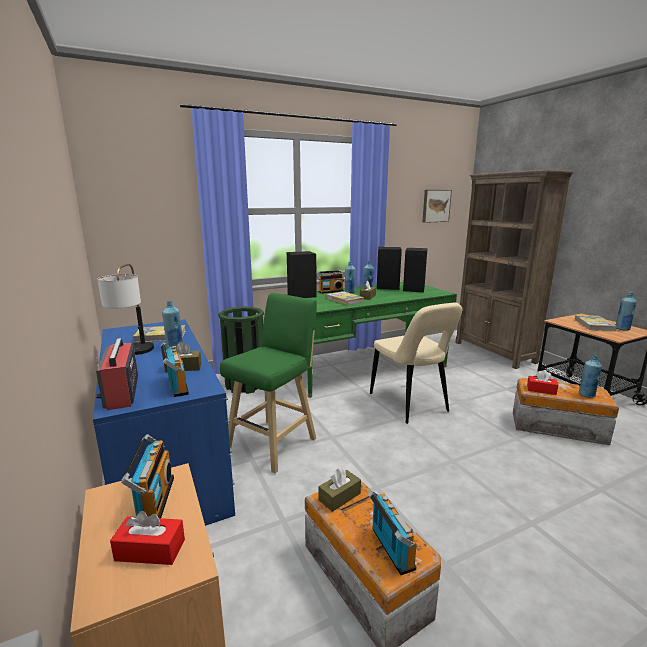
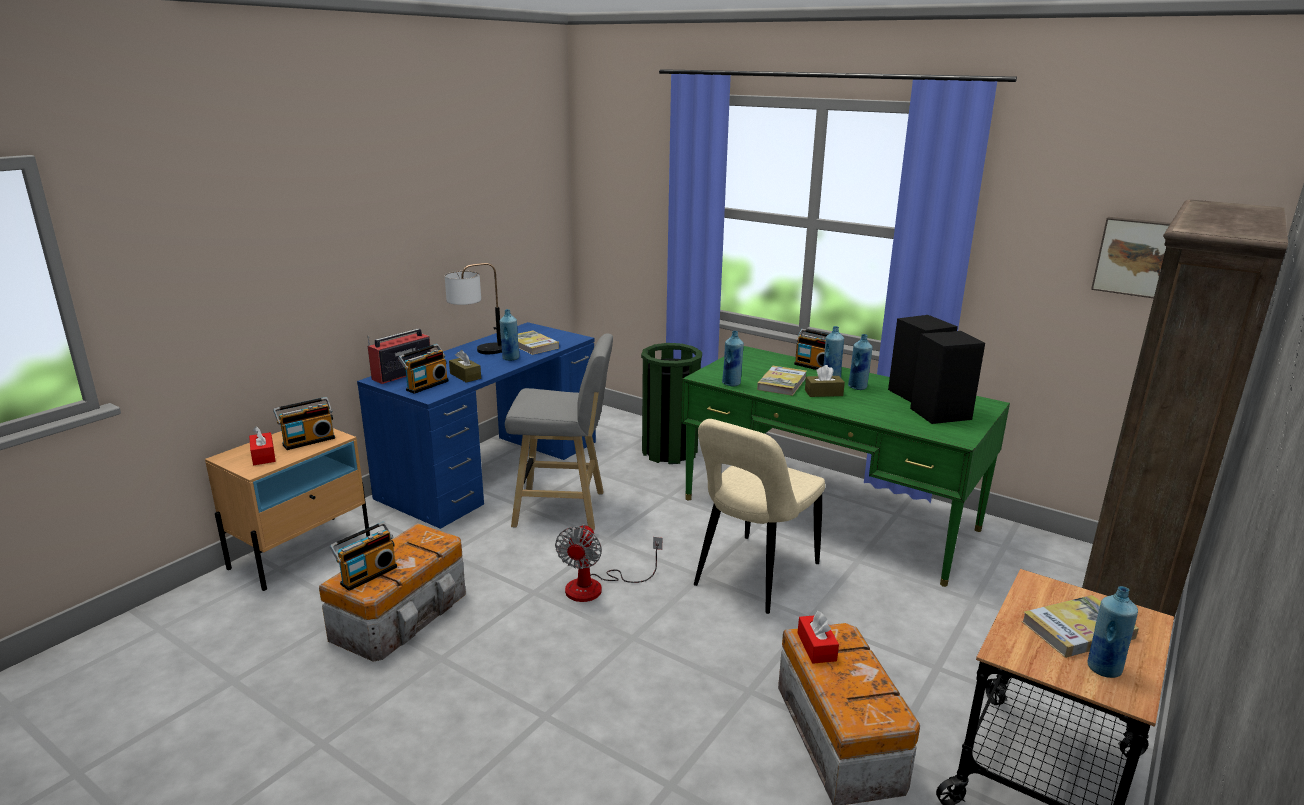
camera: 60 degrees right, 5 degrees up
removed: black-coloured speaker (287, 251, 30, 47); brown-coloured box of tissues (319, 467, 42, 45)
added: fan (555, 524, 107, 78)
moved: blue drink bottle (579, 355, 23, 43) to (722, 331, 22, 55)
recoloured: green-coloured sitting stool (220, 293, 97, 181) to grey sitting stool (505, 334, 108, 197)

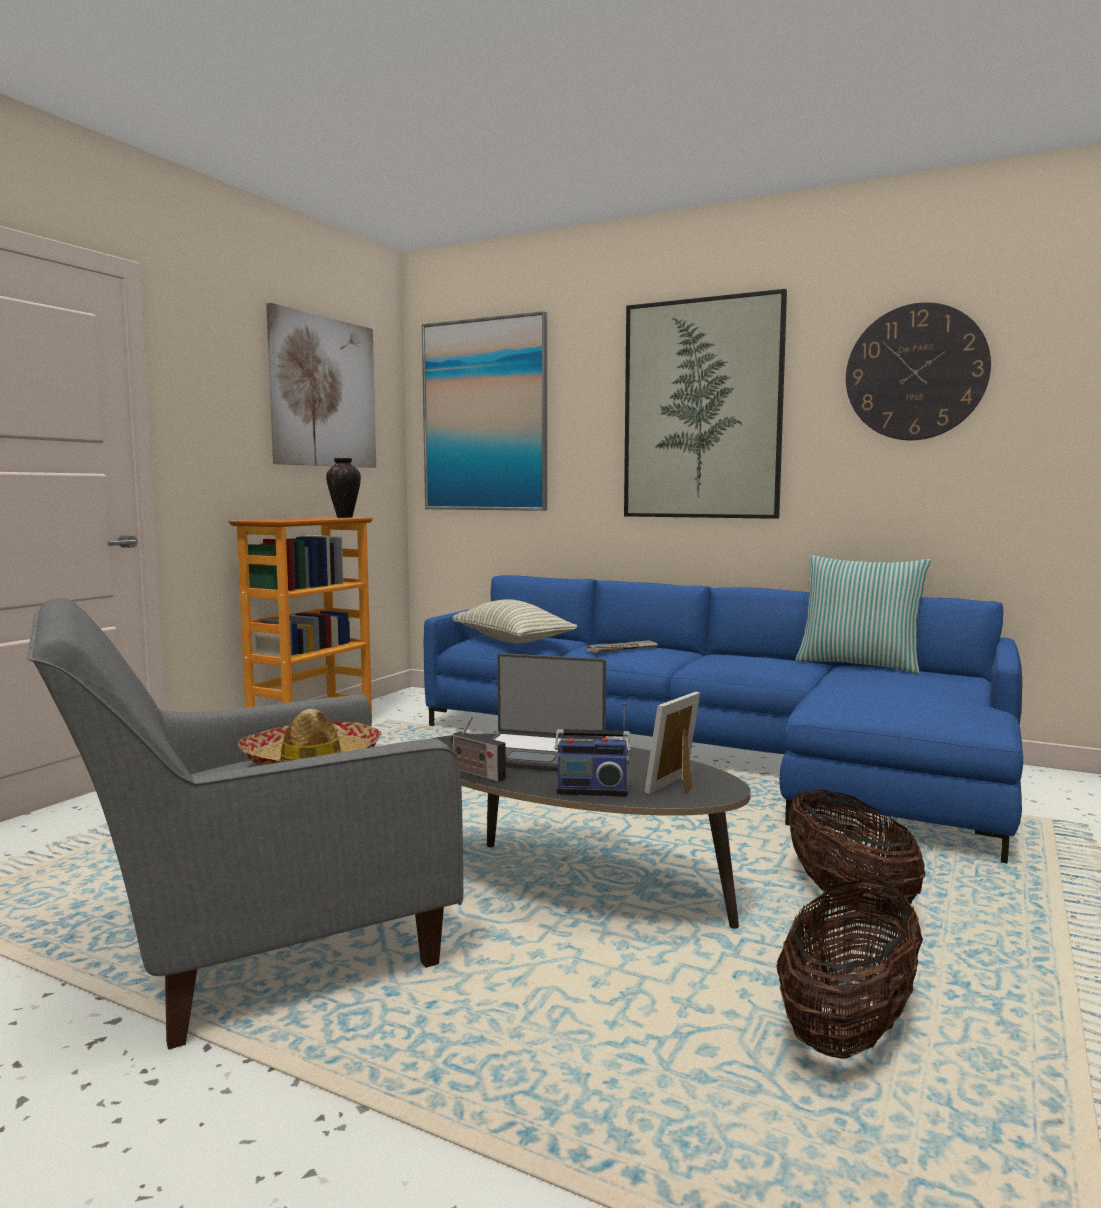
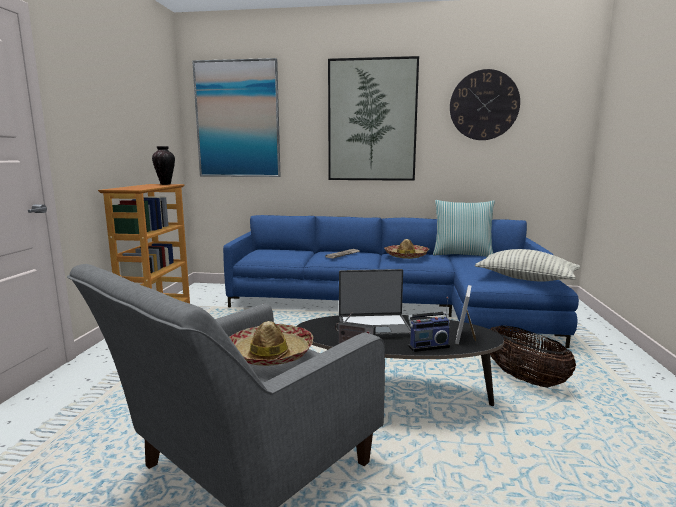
camera: 20 degrees left, 5 degrees up
removed: wall art (266, 303, 110, 165); basket (776, 879, 147, 180)
added: hat (384, 239, 45, 20)
moved: cushion (452, 599, 126, 44) to (475, 249, 105, 33)

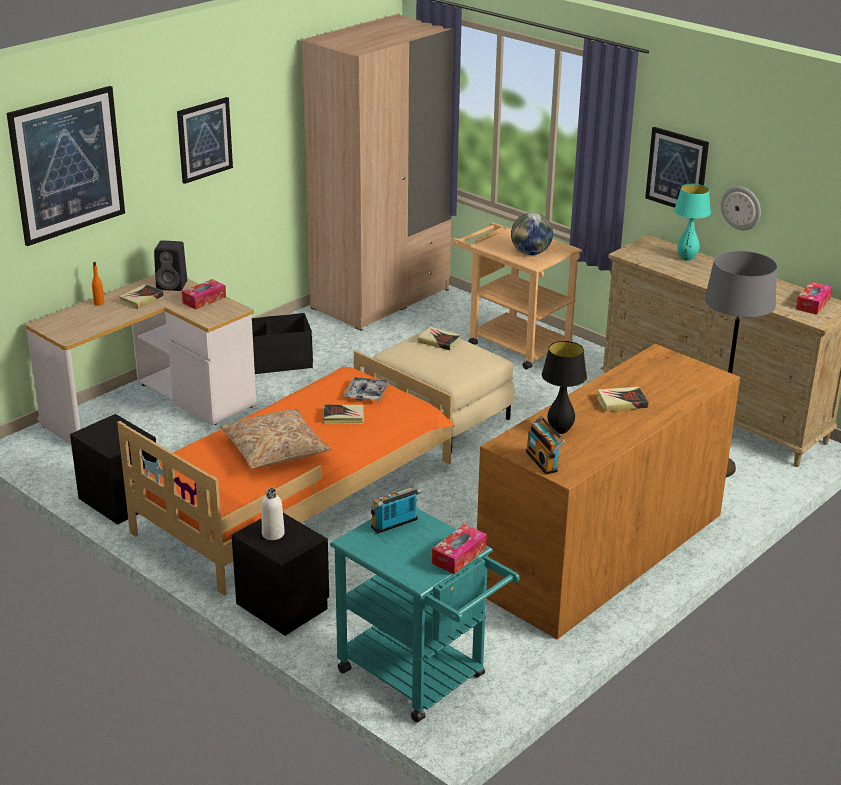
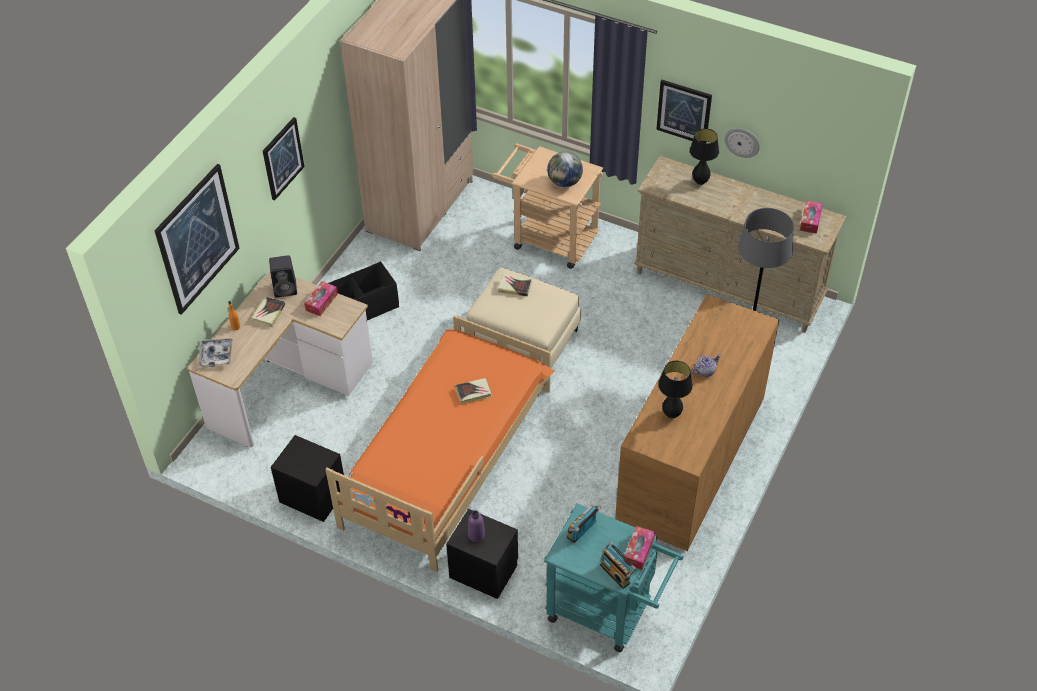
camera: 15 degrees left, 20 degrees up
removed: beige-coloured cushion (220, 409, 112, 60)
moved: tray (343, 377, 47, 24) to (198, 339, 35, 28); radio set (526, 416, 39, 59) to (600, 542, 36, 47)
replaced: bound book (597, 387, 52, 25) to teapot (691, 354, 30, 23)
recoloured: whitish drink bottle (261, 488, 24, 52) to purplish drink bottle (468, 510, 17, 32); blue-green table lamp (674, 184, 37, 77) to black-coloured table lamp (689, 128, 30, 57)

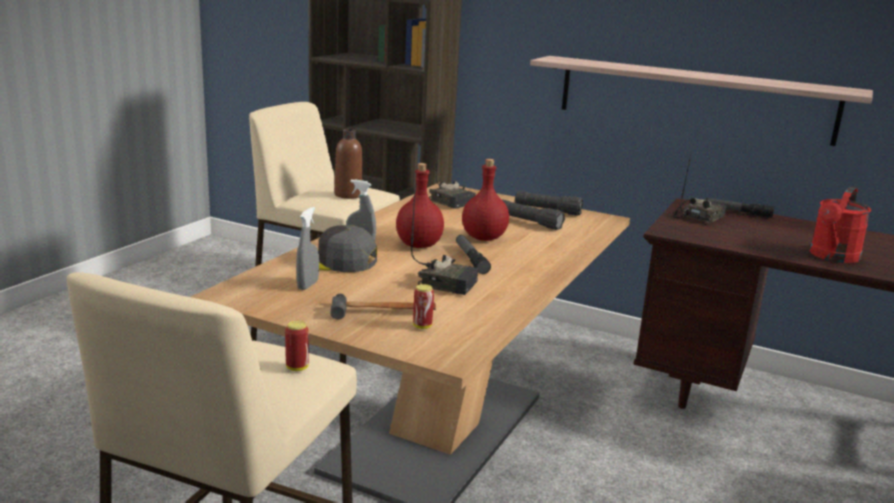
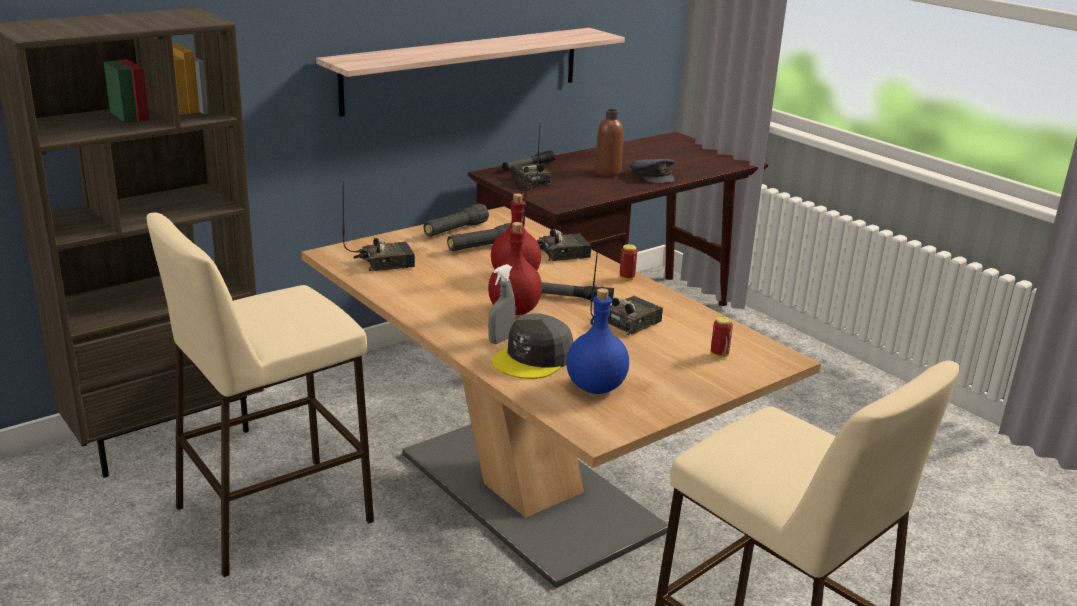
camera: 65 degrees left, 5 degrees up
removed: hammer (330, 294, 106, 25)
added: radio set (523, 175, 68, 86)
moved: sealed can (285, 321, 24, 50) to (620, 244, 17, 37); brown-coloured drink bottle (334, 129, 29, 70) to (594, 109, 29, 68)
replaced: grey hand sprayer (296, 207, 23, 83) to blue drink bottle (566, 288, 63, 106); reddish watering pot (810, 187, 61, 76) to grey peaked cap (629, 159, 46, 24)

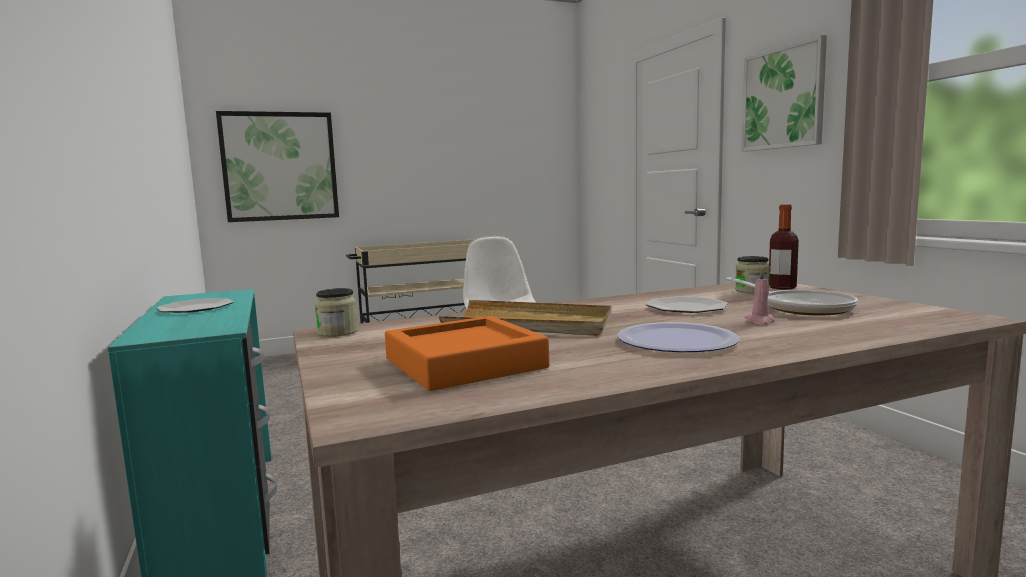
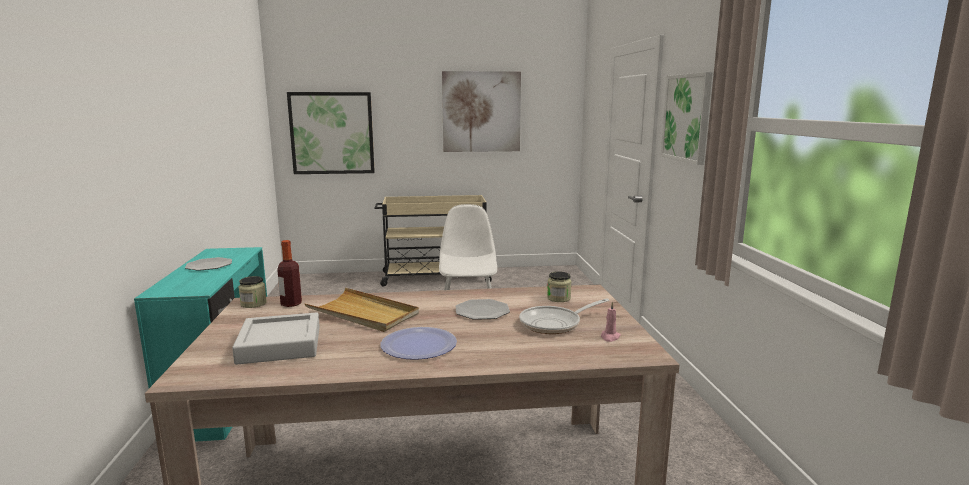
camera: 15 degrees right, 5 degrees up
added: wall art (442, 71, 79, 81)
moved: pink-coloured wax light (745, 269, 30, 56) to (601, 302, 20, 40); drink bottle (769, 204, 30, 85) to (277, 240, 25, 67)
recoloured: orange-coloured tray (385, 316, 164, 75) to grey tray (232, 312, 88, 53)
turned: pan (726, 277, 132, 39) = (519, 298, 90, 36) 75 degrees clockwise

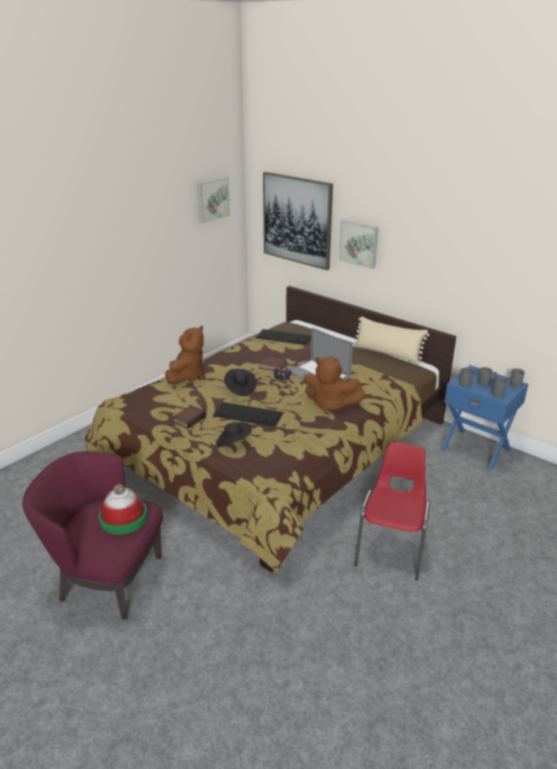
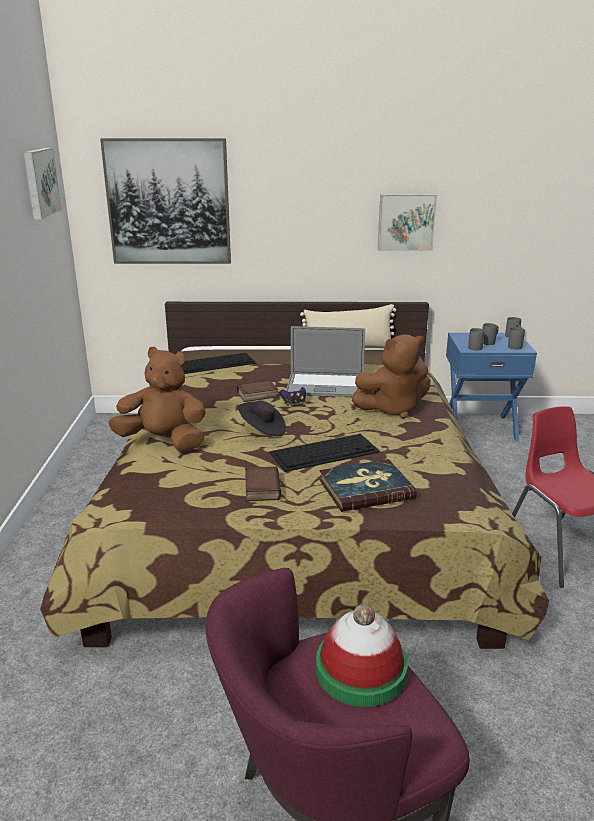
camera: 40 degrees left, 5 degrees down
moved: wall art (339, 220, 39, 49) to (378, 194, 59, 57)
replaced: black-coloured hat (217, 422, 35, 25) to bound book (319, 459, 98, 53)
turned: brown-coloured soft toy (165, 326, 39, 58) = (109, 346, 97, 105) 60 degrees counterclockwise

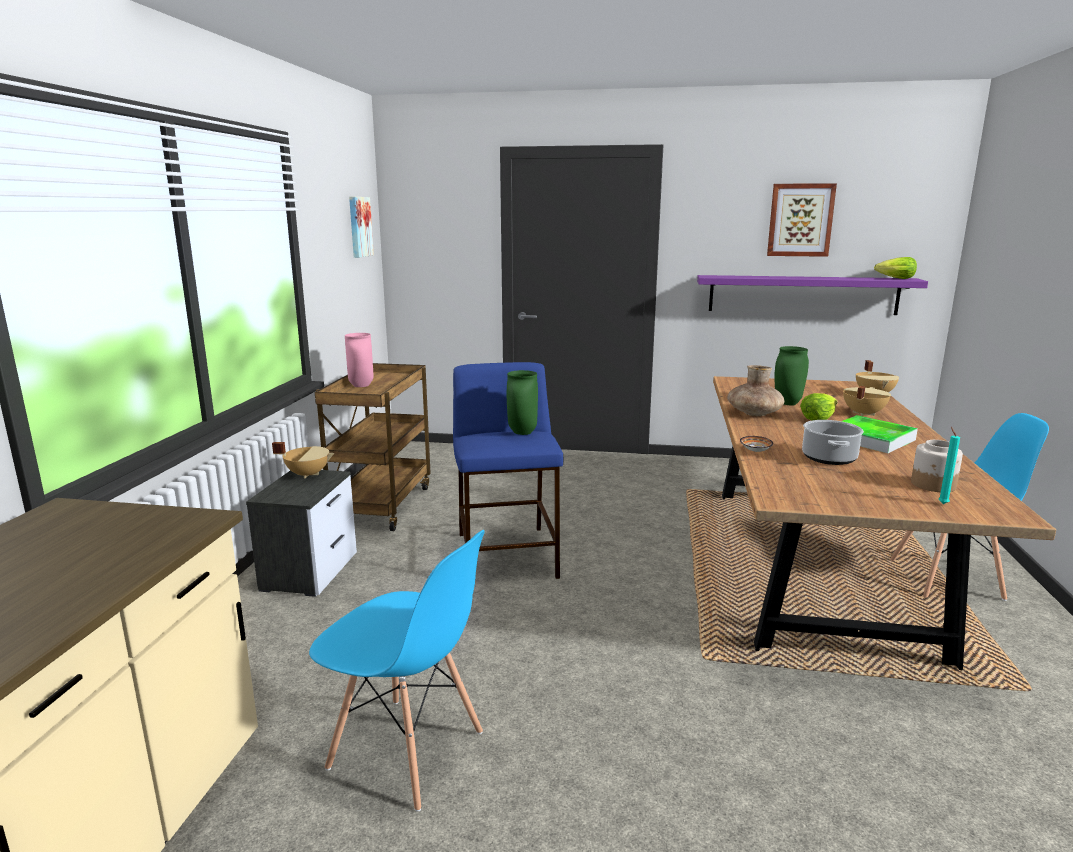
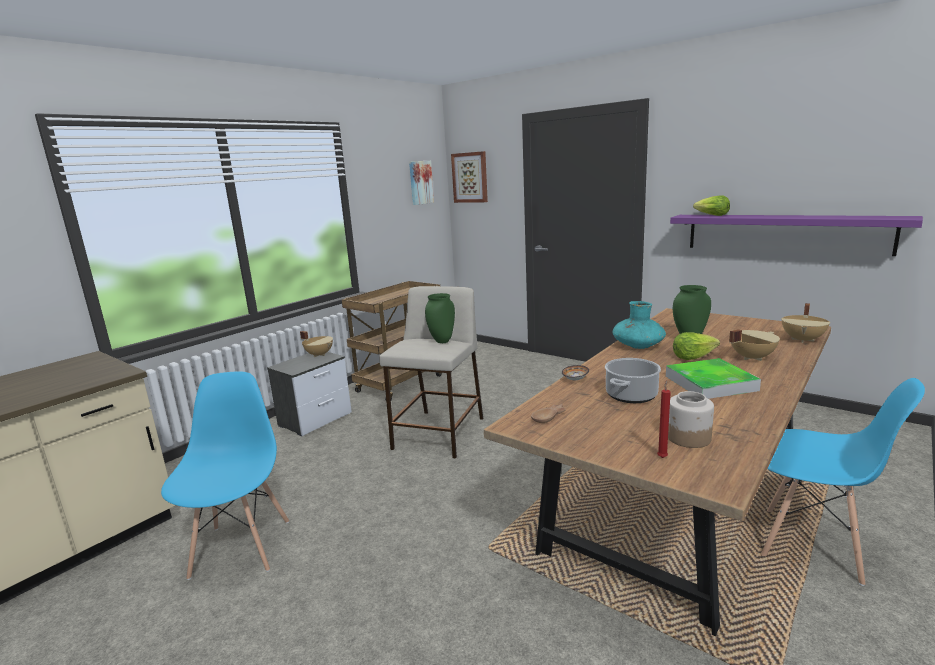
camera: 30 degrees right, 0 degrees up
removed: pink-coloured decorative vase (345, 333, 29, 54)
added: brown-coloured deep dish (531, 404, 35, 19)
moved: wall art (767, 183, 70, 74) to (451, 151, 37, 52); lettuce (874, 257, 43, 22) to (693, 196, 37, 20)
recoloured: blue sitting stool (453, 362, 110, 217) to beige-coloured sitting stool (379, 286, 104, 172); brown-coloured decorative vase (727, 365, 58, 51) to blue-green decorative vase (613, 301, 53, 48); blue-green wax light (939, 427, 21, 77) to reddish wax light (657, 380, 14, 78)
turned: blue chair (309, 530, 176, 282) = (161, 371, 128, 209) 150 degrees counterclockwise

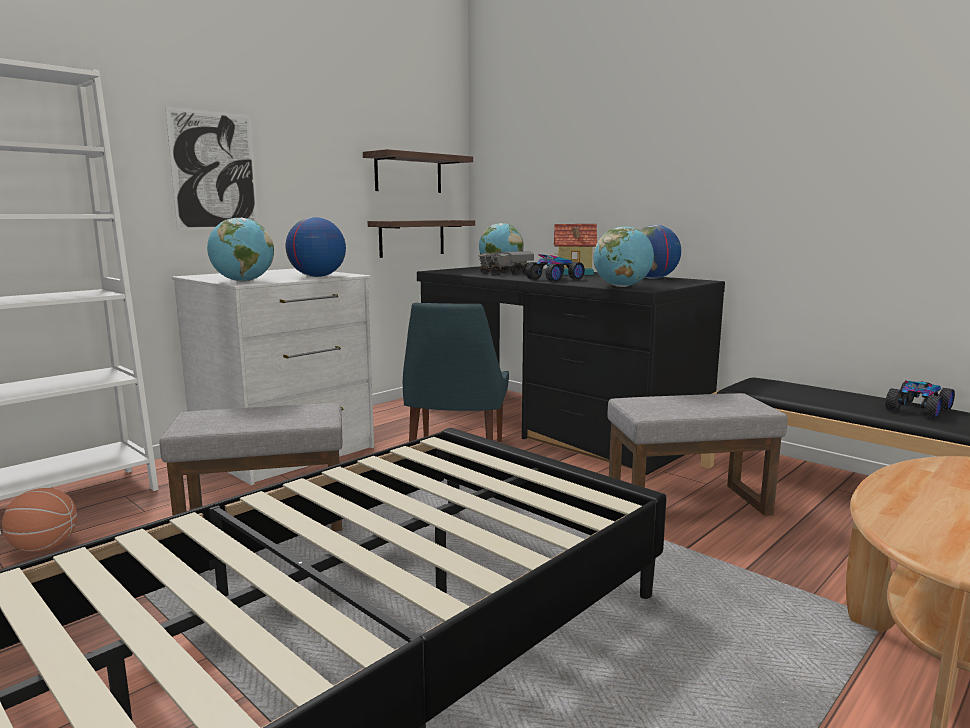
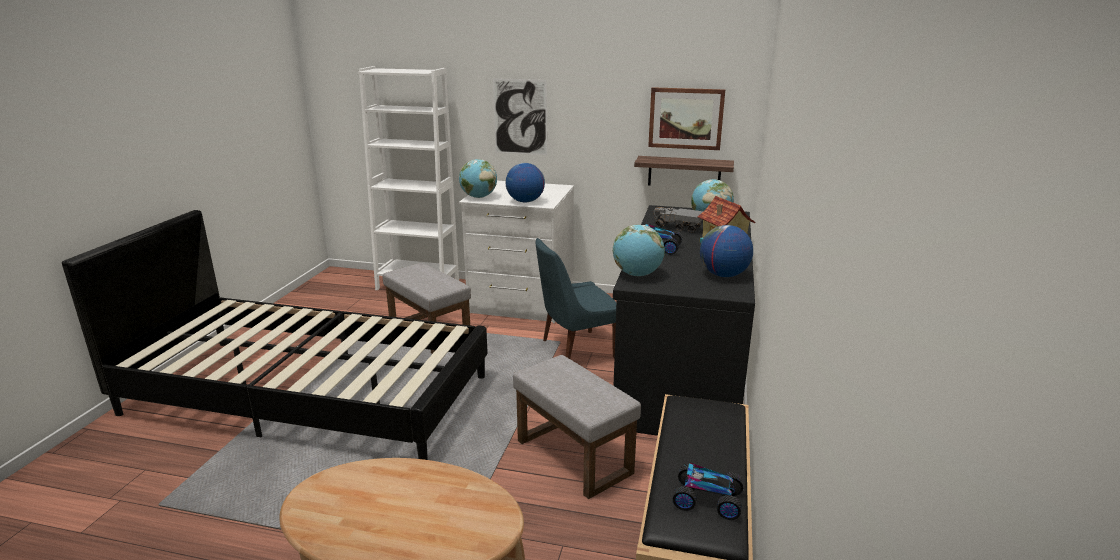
camera: 60 degrees right, 10 degrees up
removed: ball for basketball (2, 488, 75, 64)
replaced: bracket shelf (363, 149, 110, 44) to wall art (648, 87, 77, 63)

